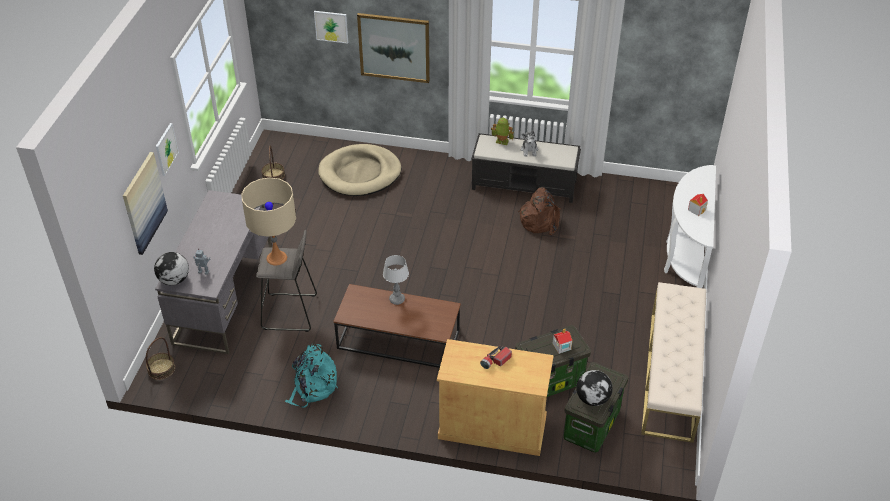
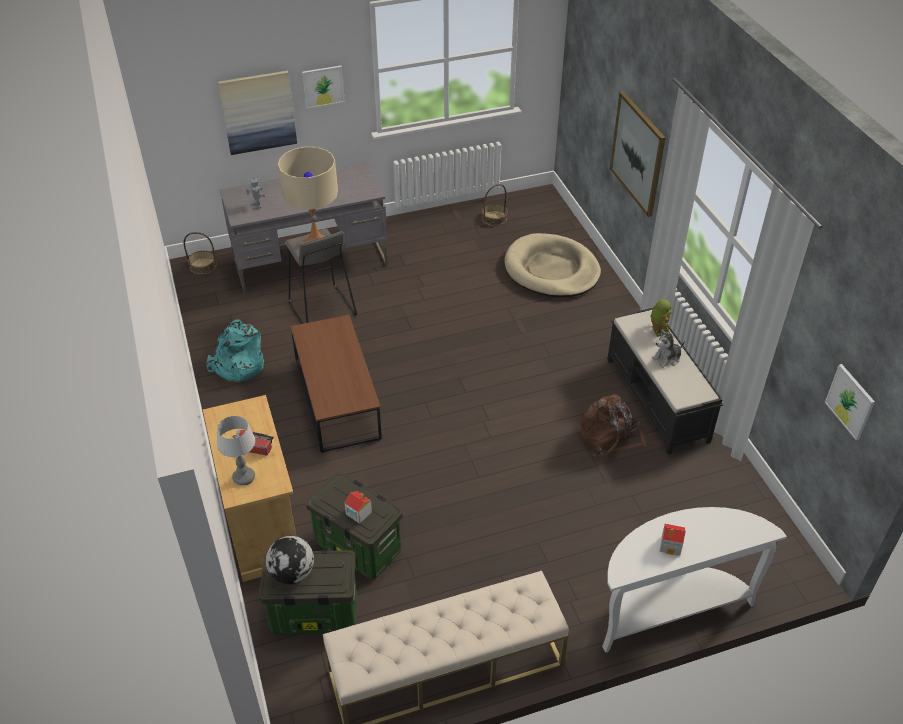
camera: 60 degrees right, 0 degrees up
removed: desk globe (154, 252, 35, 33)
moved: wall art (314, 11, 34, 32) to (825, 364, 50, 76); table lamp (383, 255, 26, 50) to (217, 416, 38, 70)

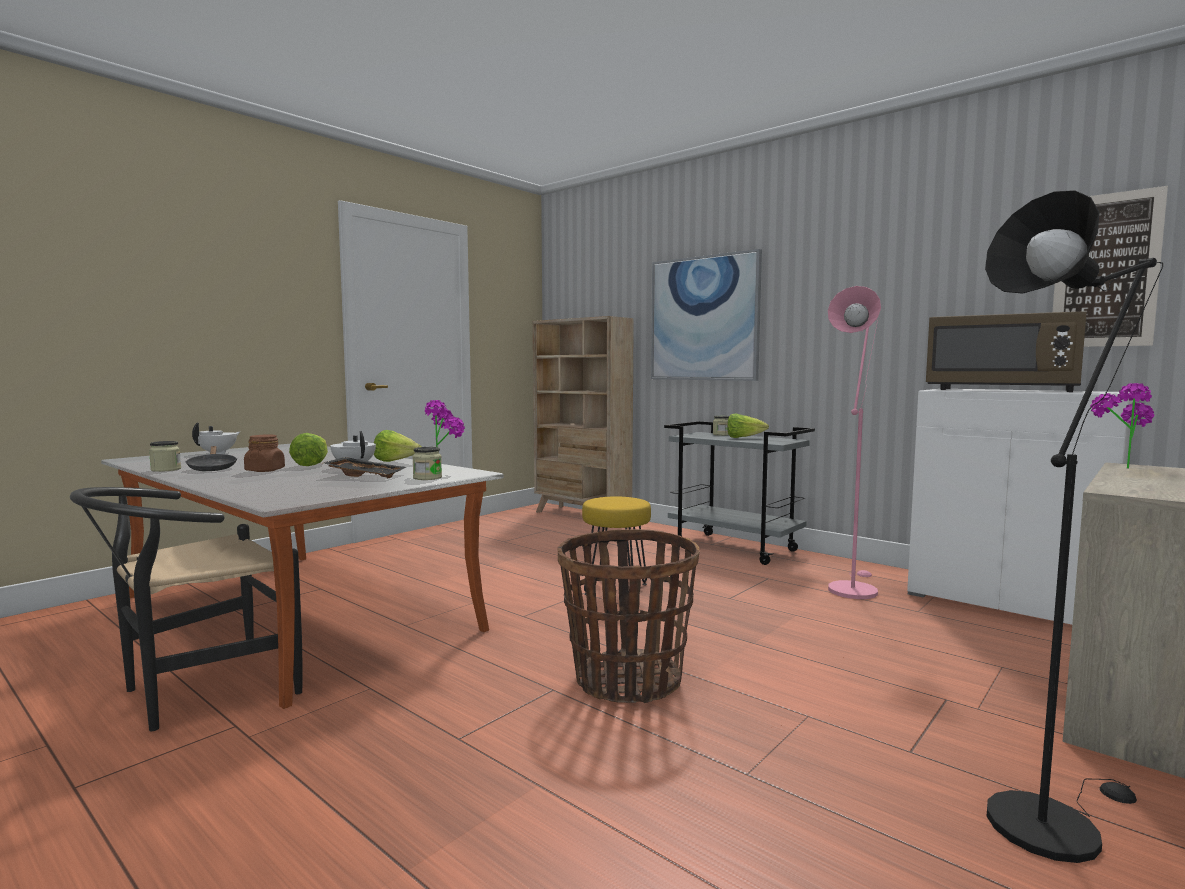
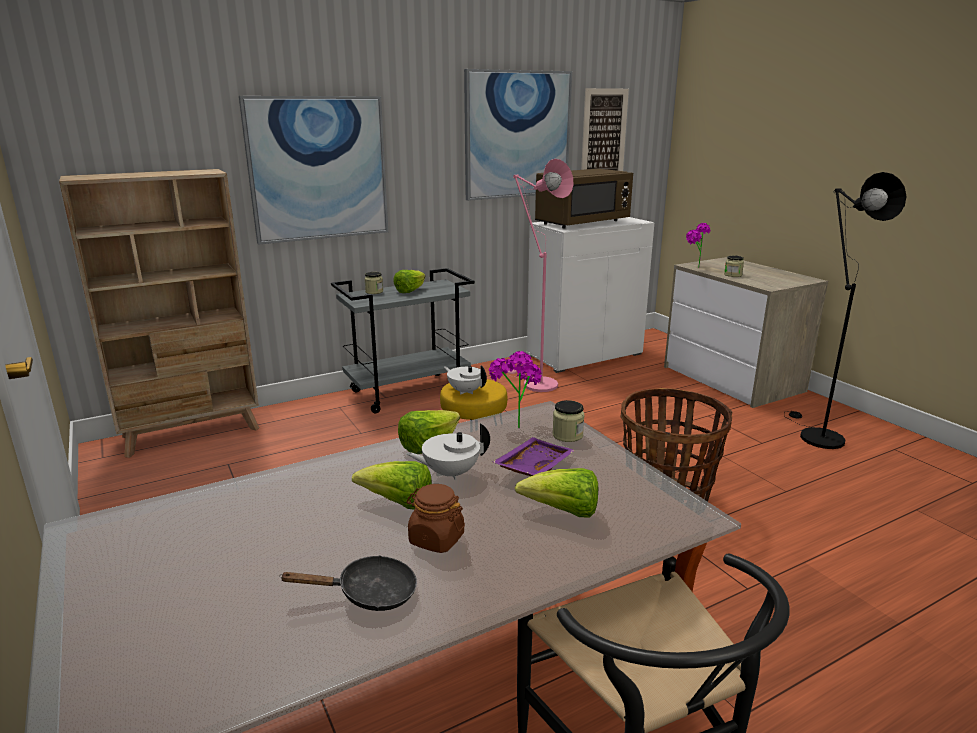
camera: 70 degrees left, 15 degrees up
added: wall art (464, 69, 108, 132); lettuce (515, 468, 83, 50)
moved: jar (149, 441, 32, 31) to (724, 255, 20, 22); whitish teapot (192, 422, 48, 32) to (444, 365, 43, 30)
recoloured: black-coloured tray (323, 457, 83, 22) to purplish tray (493, 437, 82, 39)

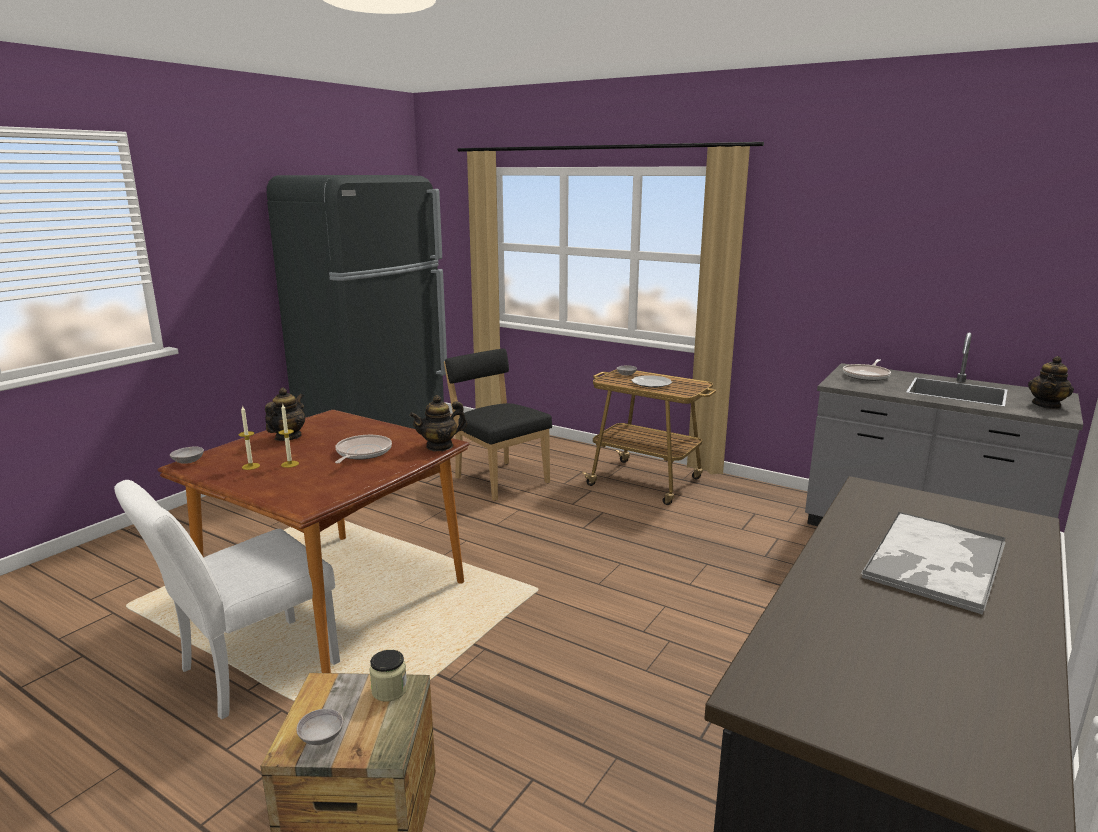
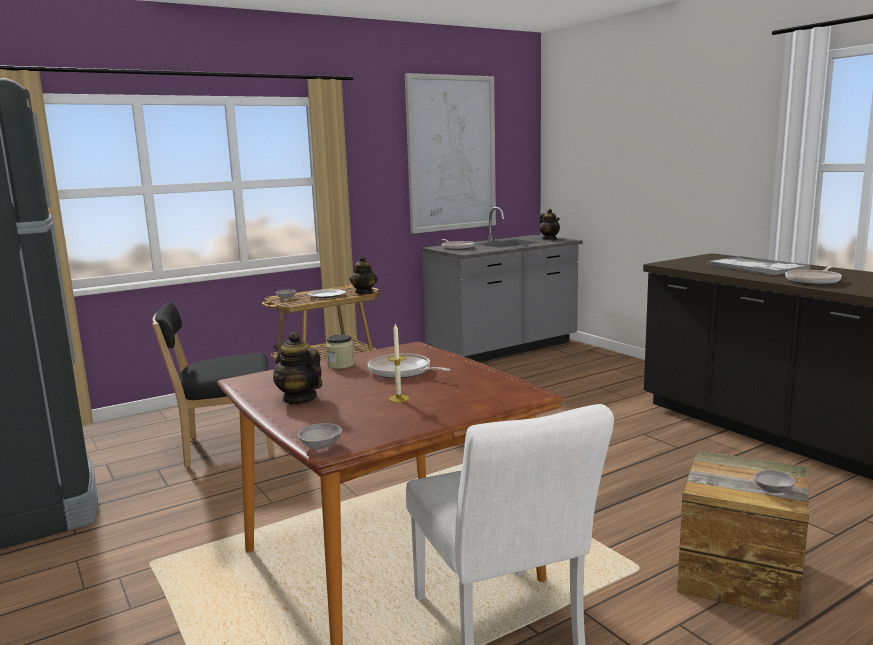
camera: 65 degrees left, 5 degrees down
removed: wax light (239, 405, 21, 65)
added: wall art (405, 73, 91, 161); pan (785, 266, 57, 19)
moved: jar (369, 650, 38, 52) to (326, 334, 28, 35); teapot (409, 395, 58, 56) to (349, 256, 29, 38)

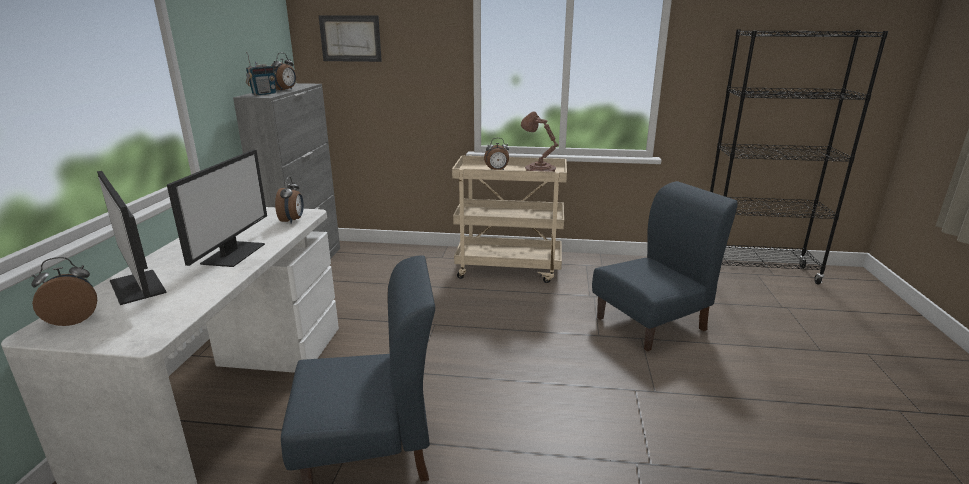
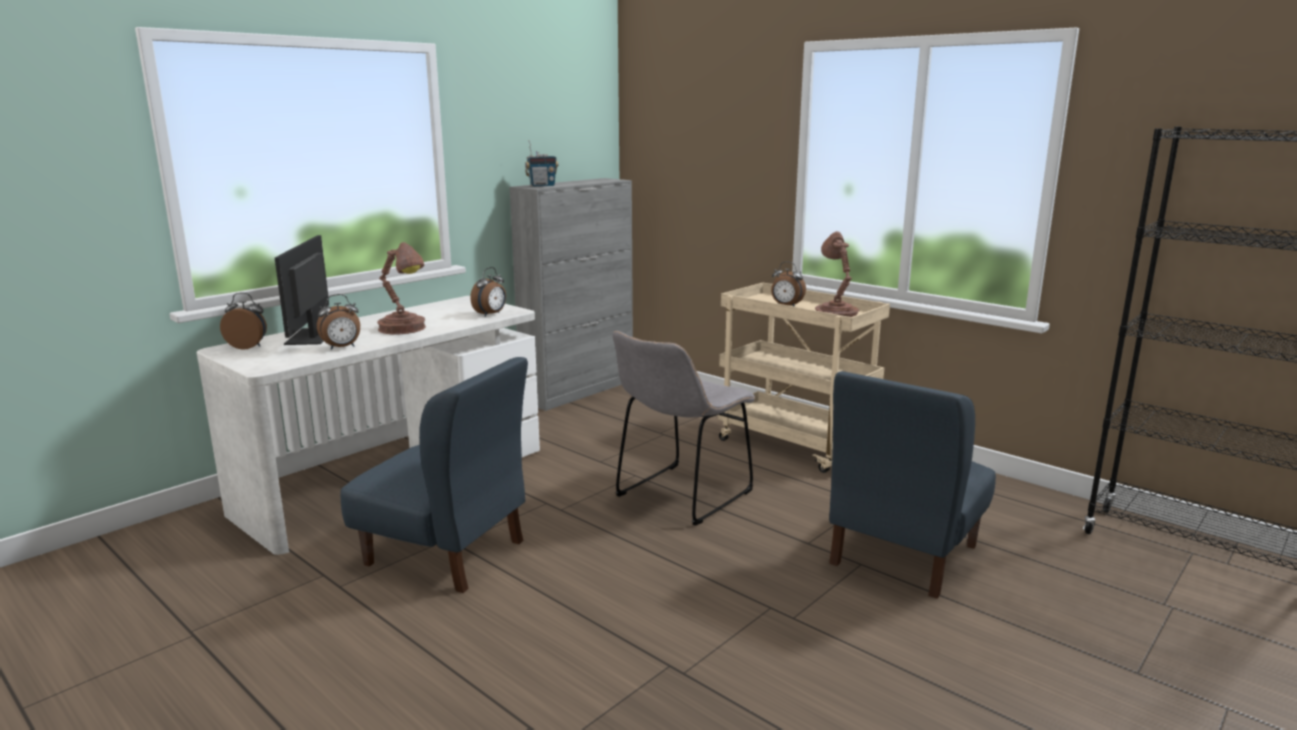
camera: 35 degrees right, 5 degrees down
removed: wall art (319, 16, 63, 46)
added: grey chair (612, 331, 143, 195)
moved: alarm clock (271, 53, 25, 38) to (317, 294, 43, 56)
replaced: monitor (167, 149, 100, 118) to brown-coloured table lamp (377, 242, 49, 92)
turned: blue chair (592, 181, 146, 170) = (829, 371, 167, 228) 120 degrees clockwise

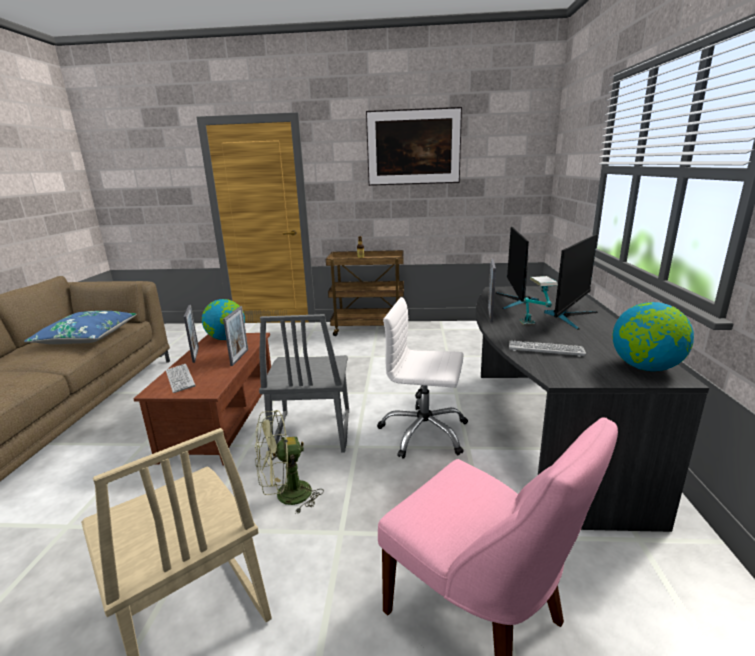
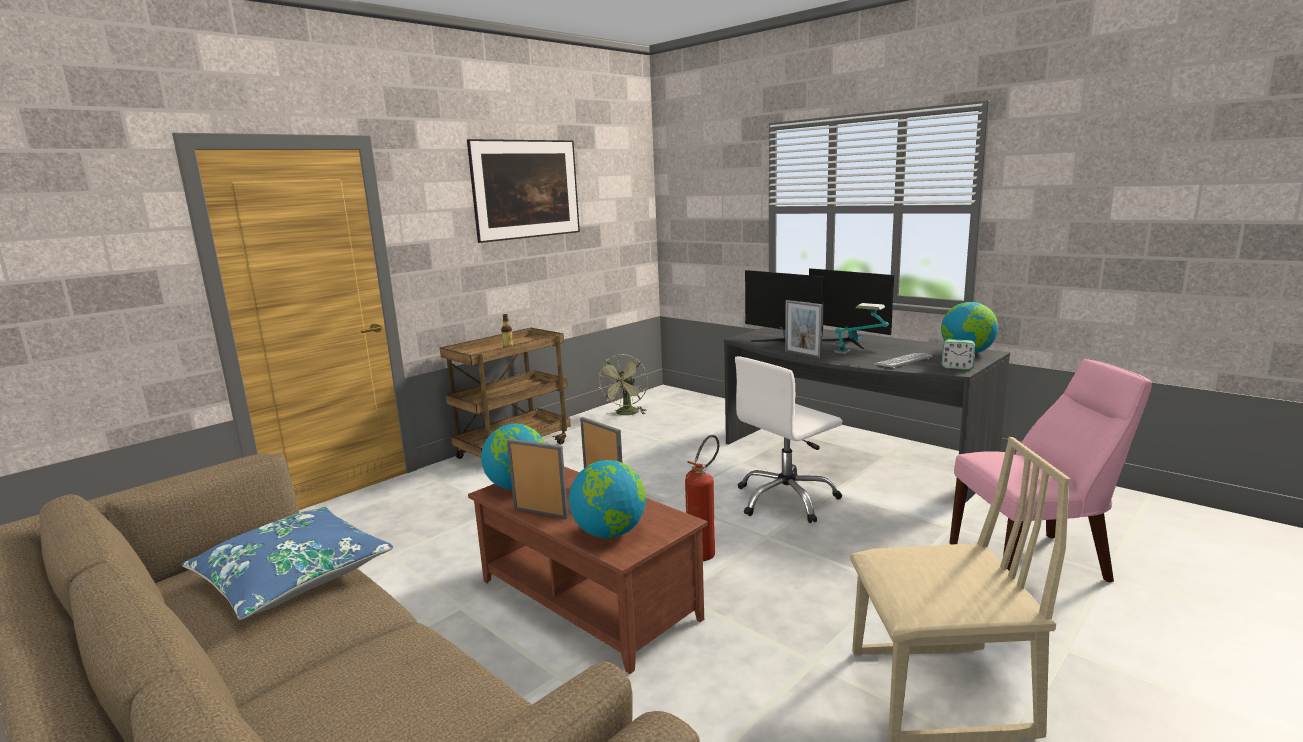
camera: 50 degrees left, 5 degrees down
added: alarm clock (941, 339, 34, 31)
moved: green-coloured fan (255, 410, 69, 105) to (597, 354, 51, 61)
replaced: computer keyboard (166, 364, 30, 29) to desk globe (569, 460, 77, 78); grey chair (259, 314, 90, 141) to fire-fighting cylinder (685, 435, 34, 126)
turned: monitor (544, 234, 54, 96) = (809, 268, 85, 81) 150 degrees clockwise

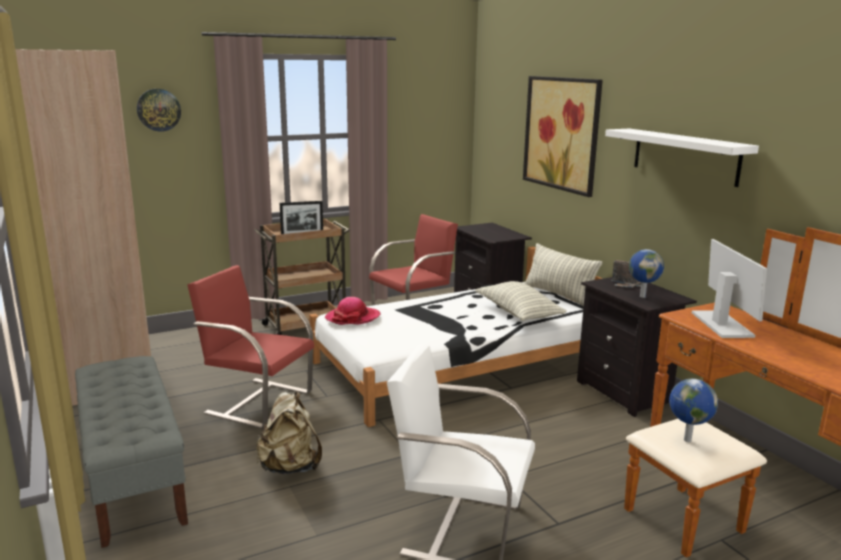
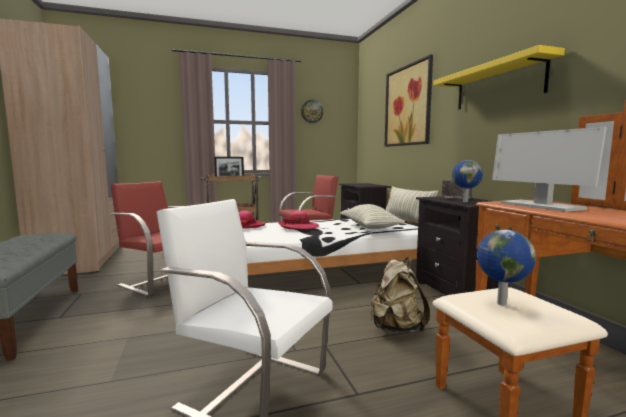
camera: 10 degrees right, 10 degrees down
added: hat (278, 211, 41, 19)
moved: clock on the wall (137, 89, 44, 43) to (301, 100, 22, 23); beige-coloured backpack (256, 392, 66, 82) to (370, 257, 60, 75)
recoloured: whitish bracket shelf (605, 128, 154, 59) to yellowish bracket shelf (433, 45, 132, 65)
turned: monitor (692, 239, 75, 99) = (492, 127, 115, 85) 150 degrees clockwise

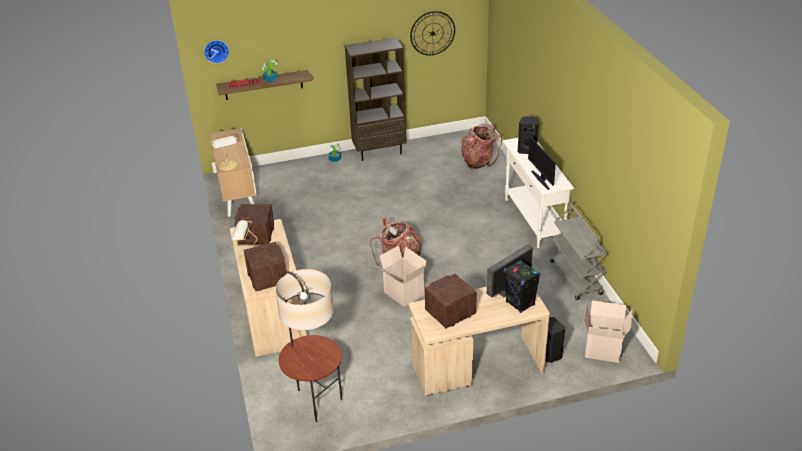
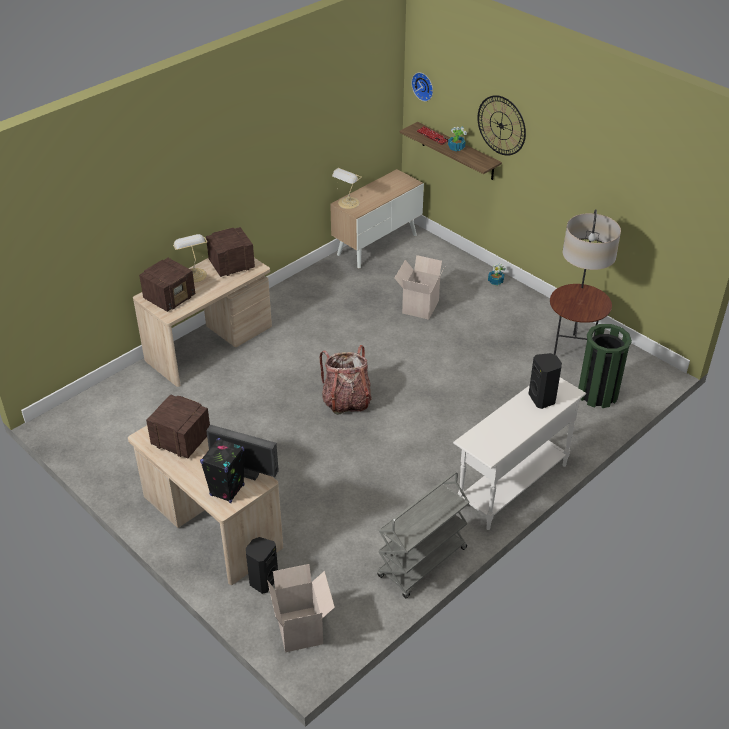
camera: 60 degrees right, 5 degrees up
removed: brown-coloured shelving unit (345, 37, 61, 124); monitor (528, 136, 28, 54)
moved: standard lamp (276, 269, 67, 153) to (550, 209, 71, 146); packing box (376, 245, 50, 62) to (394, 255, 51, 65); clock on the wall (410, 11, 45, 44) to (478, 95, 48, 61)
replaced: backpack (461, 124, 41, 45) to green-coloured waste bin (578, 324, 54, 84)

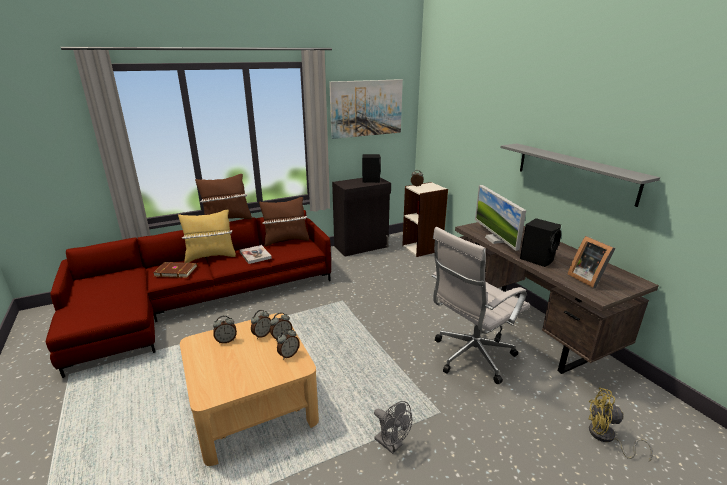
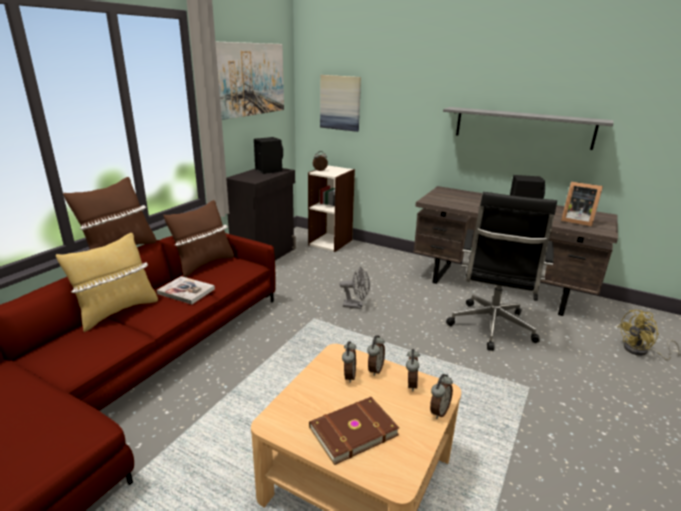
camera: 35 degrees left, 0 degrees up
removed: monitor (475, 185, 51, 66)
added: wall art (320, 75, 41, 57)
moved: brown-coloured bound book (153, 262, 44, 16) to (309, 397, 90, 68); alarm clock (213, 315, 24, 28) to (430, 374, 23, 45); grey fan (374, 401, 38, 53) to (339, 267, 31, 42)
recoloured: whitish office chair (431, 227, 99, 157) to black-coloured office chair (446, 192, 111, 159)

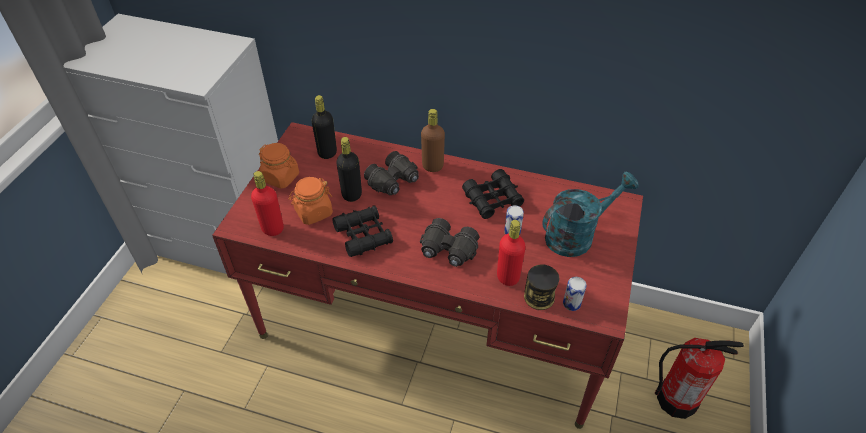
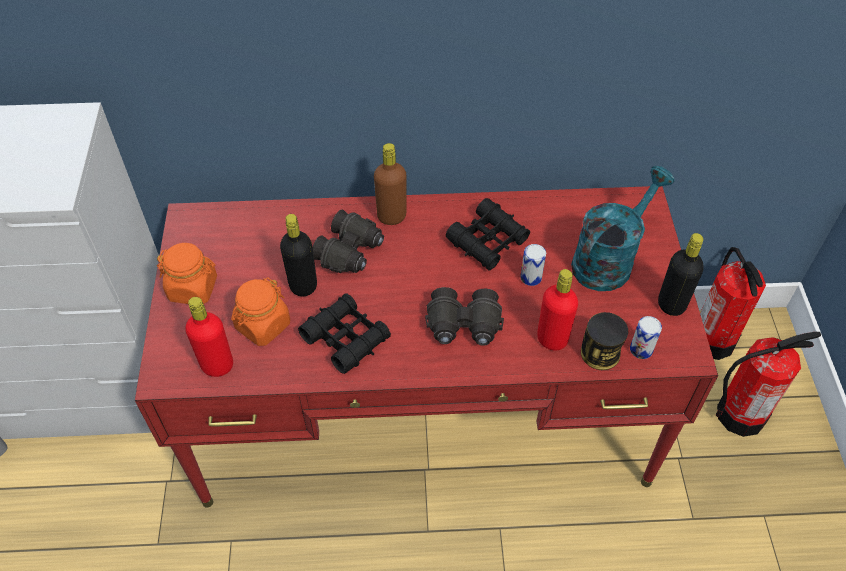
camera: 20 degrees left, 5 degrees up
added: fire-fighting cylinder (700, 247, 66, 113)
moved: black-coloured drink bottle (312, 95, 25, 64) to (658, 233, 46, 83)

